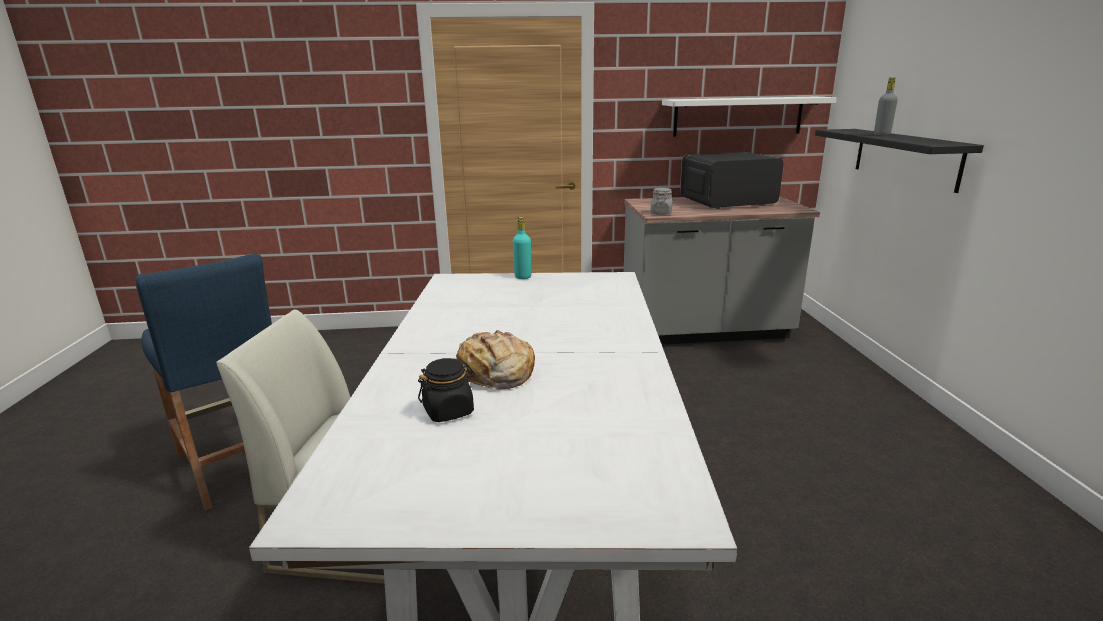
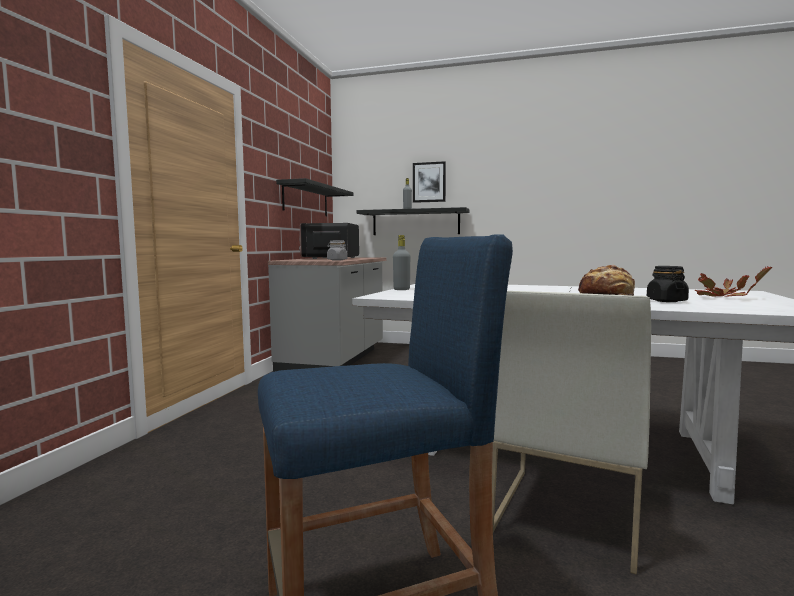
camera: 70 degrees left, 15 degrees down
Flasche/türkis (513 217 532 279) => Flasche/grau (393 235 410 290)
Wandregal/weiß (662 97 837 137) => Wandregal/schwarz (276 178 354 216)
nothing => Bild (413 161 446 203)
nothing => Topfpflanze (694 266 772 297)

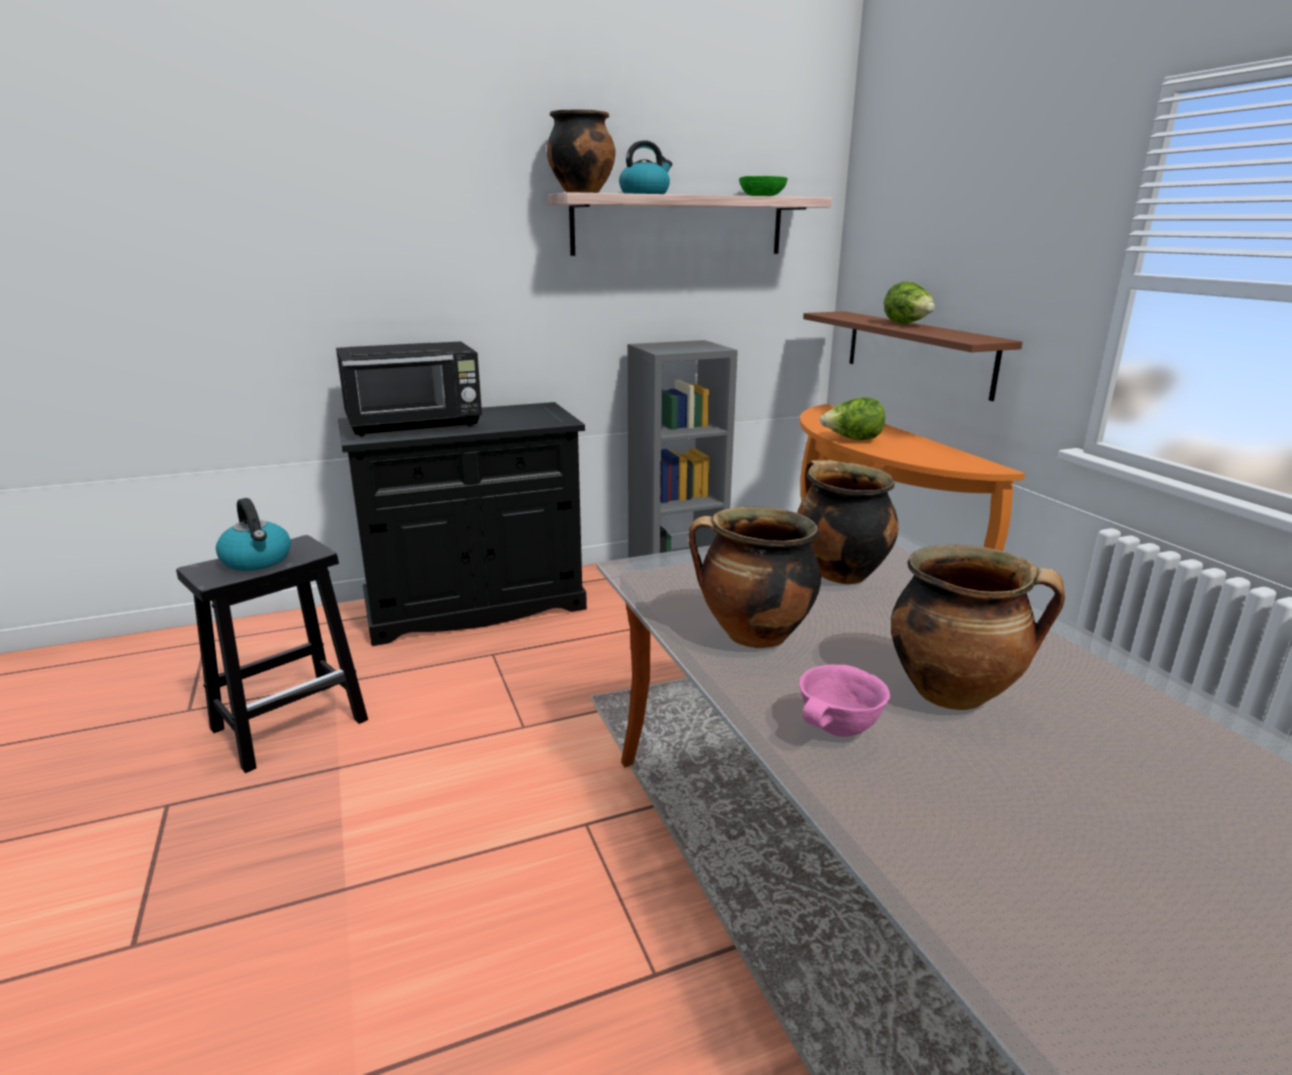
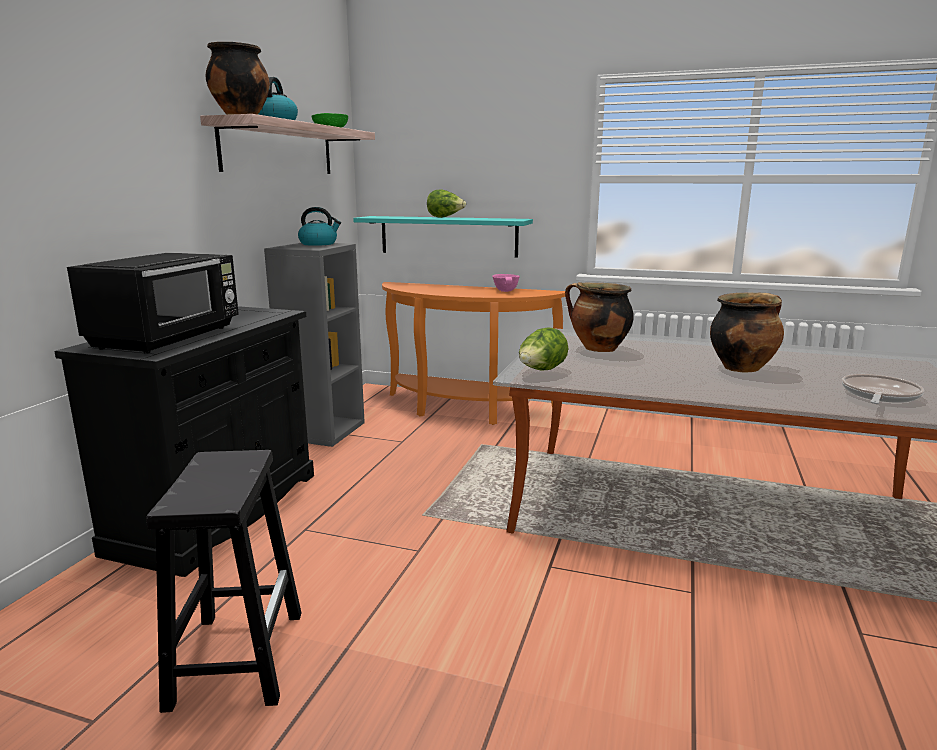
camera: 50 degrees left, 5 degrees down
Wasserkessel (216 498 291 571) => Wasserkessel (298 207 341 246), moved
Kochtopf (688 507 821 648) => nothing
Schüssel/rosa (799 664 890 737) => Schüssel/rosa (492 274 520 292), moved
Wandregal/braun (803 311 1023 401) => Wandregal/türkis (353 216 533 258)
Salatkopf (820 397 885 440) => Salatkopf (519 327 569 371), moved
nothing => Pfanne (842 374 924 404)

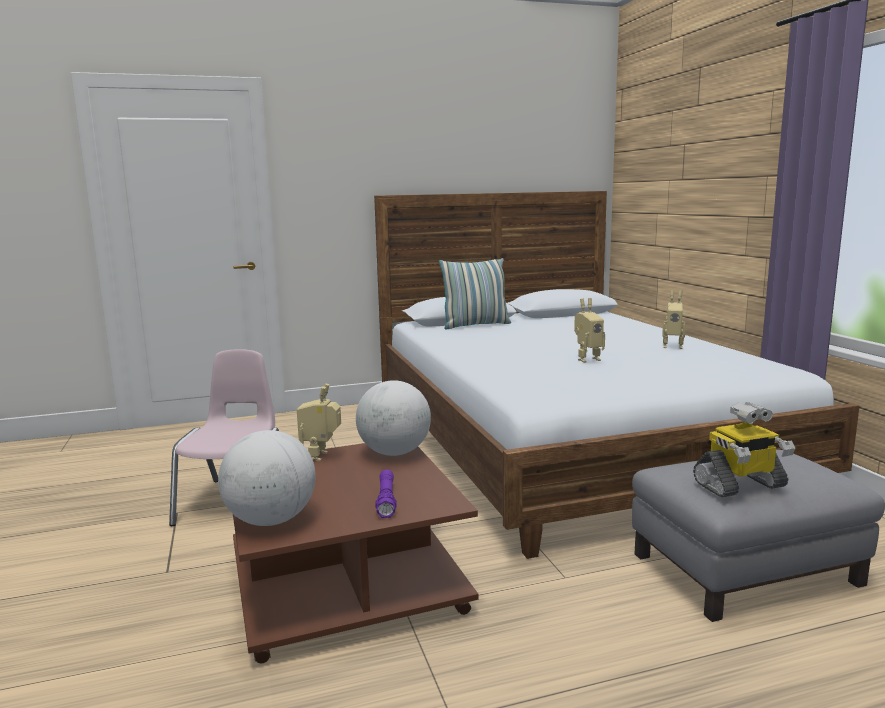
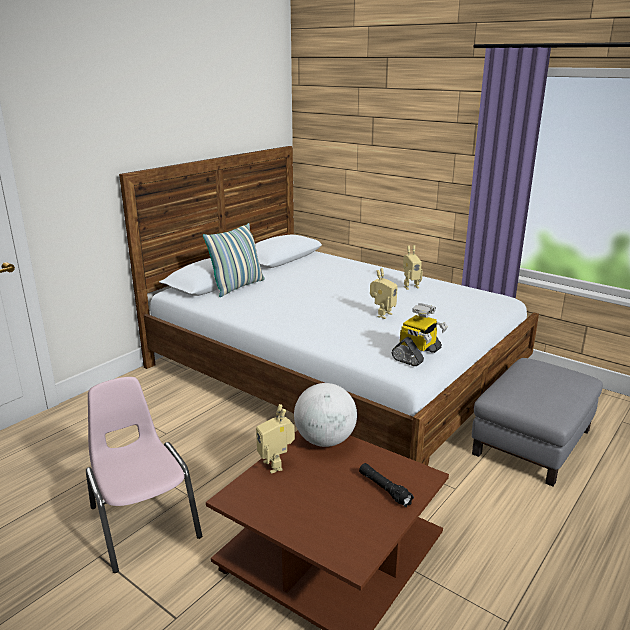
camera: 35 degrees left, 10 degrees up
Globus (218 430 316 526) => nothing
Taschenlampe/lila (375 469 397 518) => Taschenlampe/schwarz (359 463 414 507)
Spielzeugroboter (693 402 795 497) => Spielzeugroboter (392 303 448 366), moved

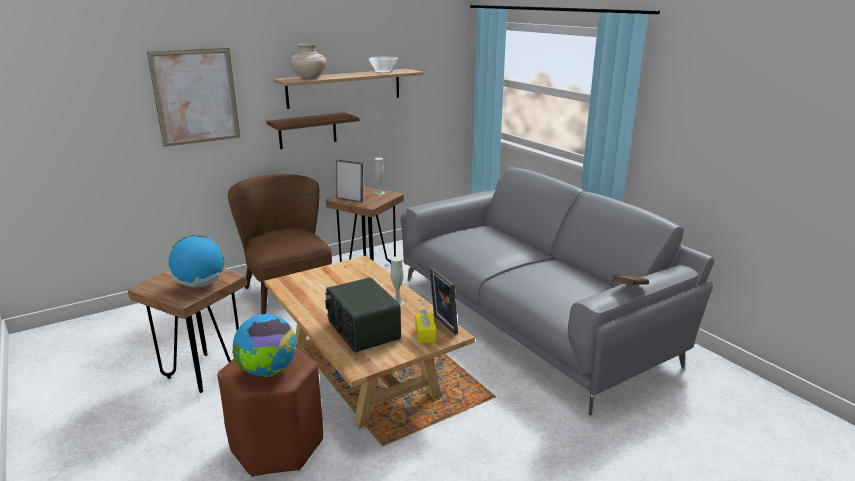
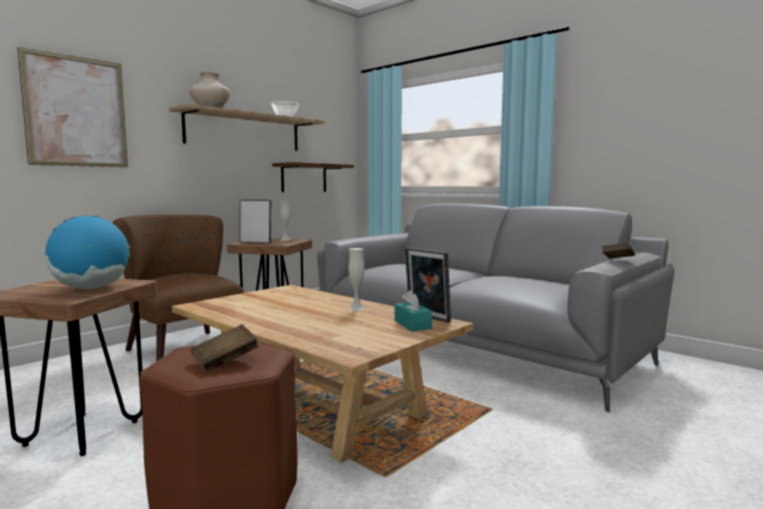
camera: 15 degrees left, 15 degrees down
Globus (232 314 296 377) => Buch/braun (191 324 259 372)
Wandregal/braun (266 112 359 149) => Wandregal/braun (272 162 354 192), moved
Radio (325 277 401 353) => nothing
Taschentuchbox/gelb (415 309 436 343) => Taschentuchbox/türkis (395 290 432 331)

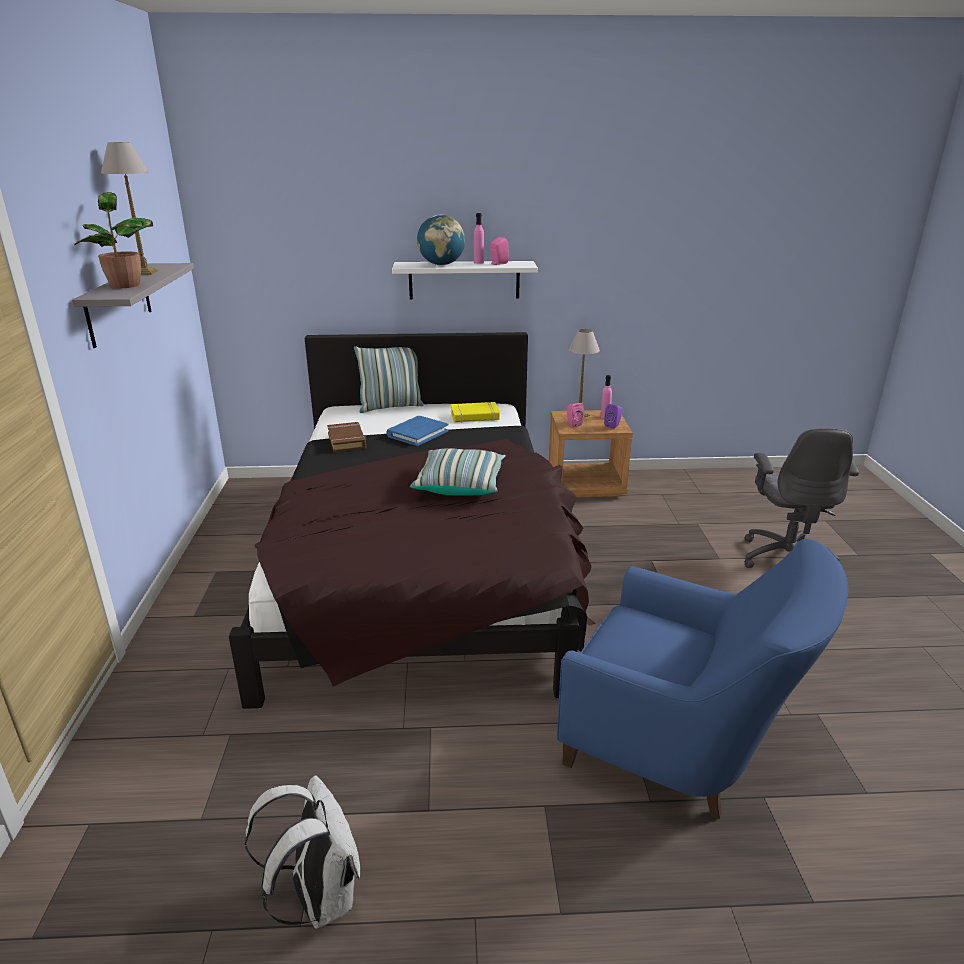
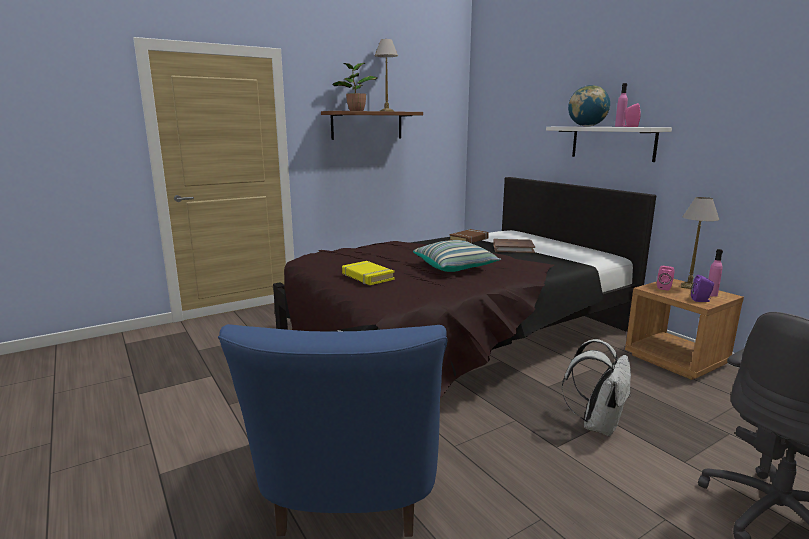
camera: 60 degrees right, 10 degrees down
Wandregal/grau (72 263 194 348) => Wandregal/braun (321 111 423 140)
Rucksack/weiß (245 775 360 929) => Rucksack/weiß (562 339 631 436), moved
Kissen (354 346 424 413) => nothing
Buch/blau (387 416 449 446) => Buch/braun (493 239 535 253)
Buch/gelb (451 402 500 423) => Buch/gelb (342 261 395 285), moved

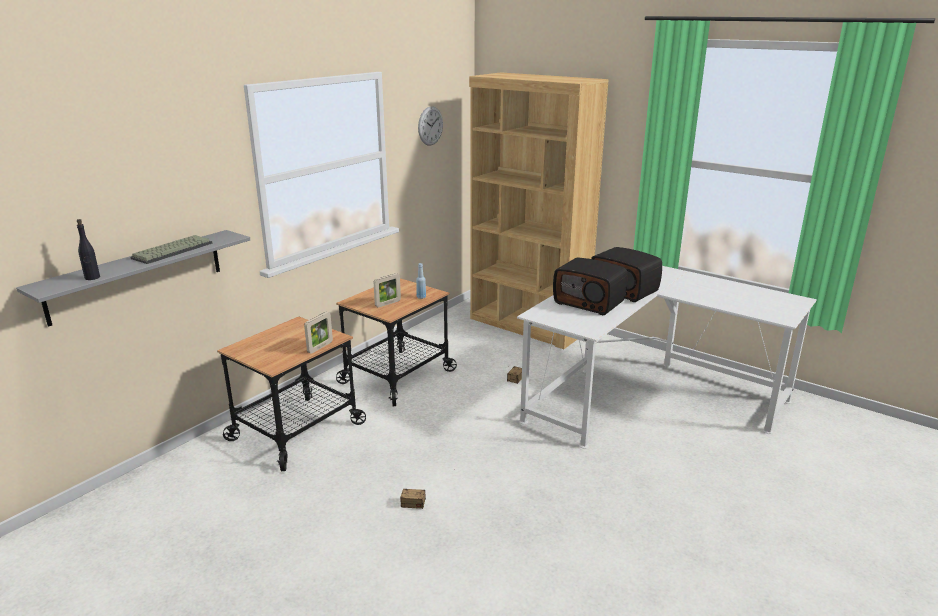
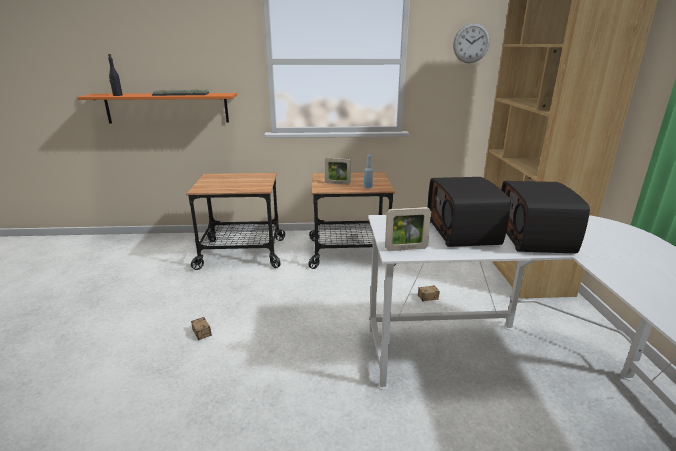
camera: 50 degrees right, 0 degrees up
Wandregal/grau (16 230 250 327) => Wandregal/orange (77 93 237 124)
Bilderrahmen (304 312 333 354) => Bilderrahmen (385 207 431 251), moved

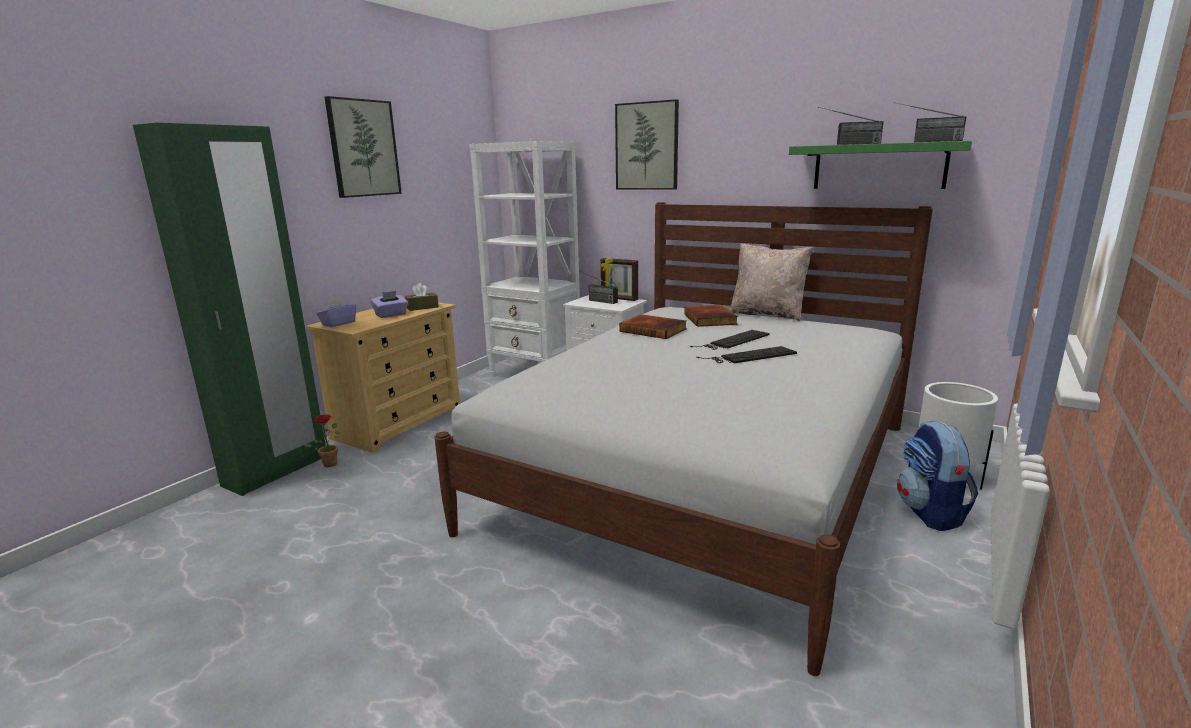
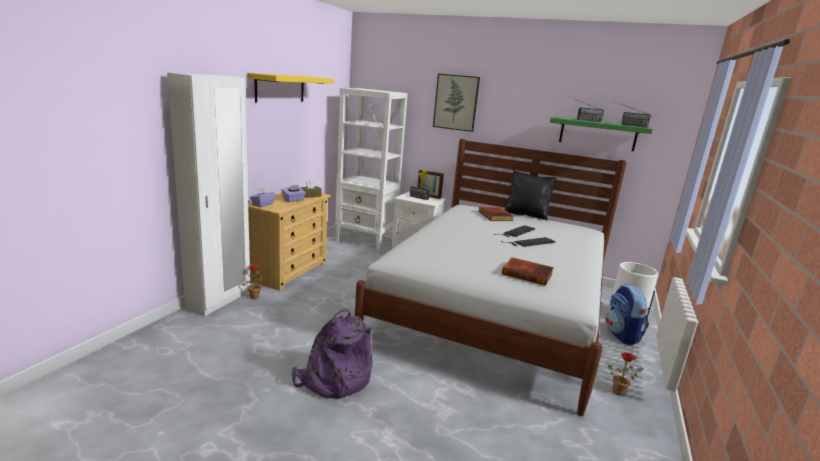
camera: 10 degrees left, 0 degrees up
Kleiderschrank/grün (133 123 326 496) => Kleiderschrank/weiß (167 73 250 316)
Bild (325 96 402 198) => Wandregal/gelb (247 73 334 103)
Buch (619 314 687 339) => Buch (502 257 554 286), moved
Kissen/beige (729 243 813 321) => Kissen/schwarz (504 170 557 221)
nothing => Rucksack/lila (292 308 373 399)
nothing => Topfpflanze (608 352 644 396)

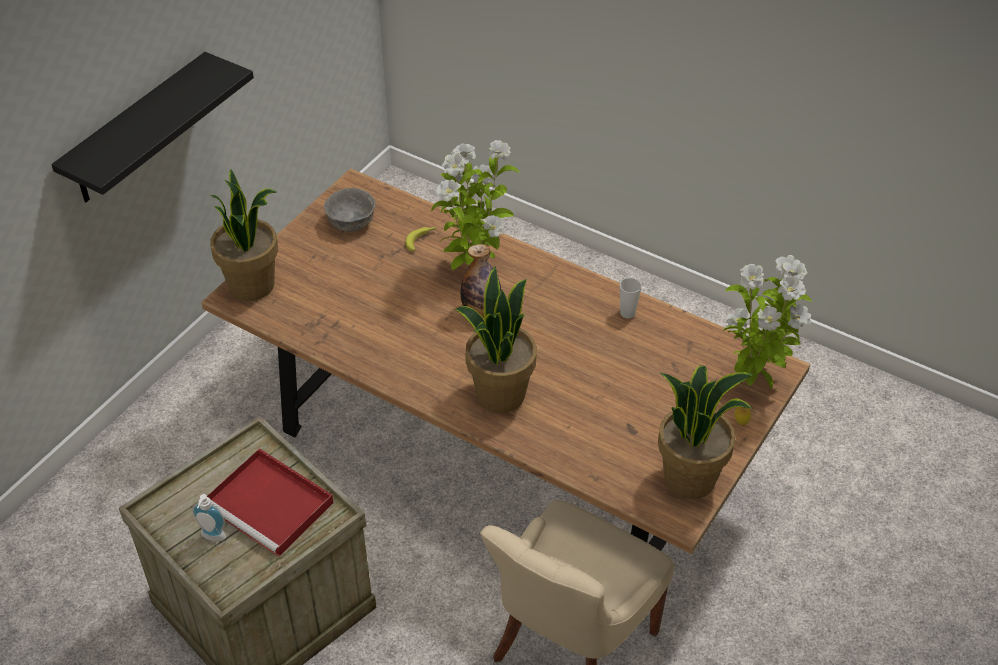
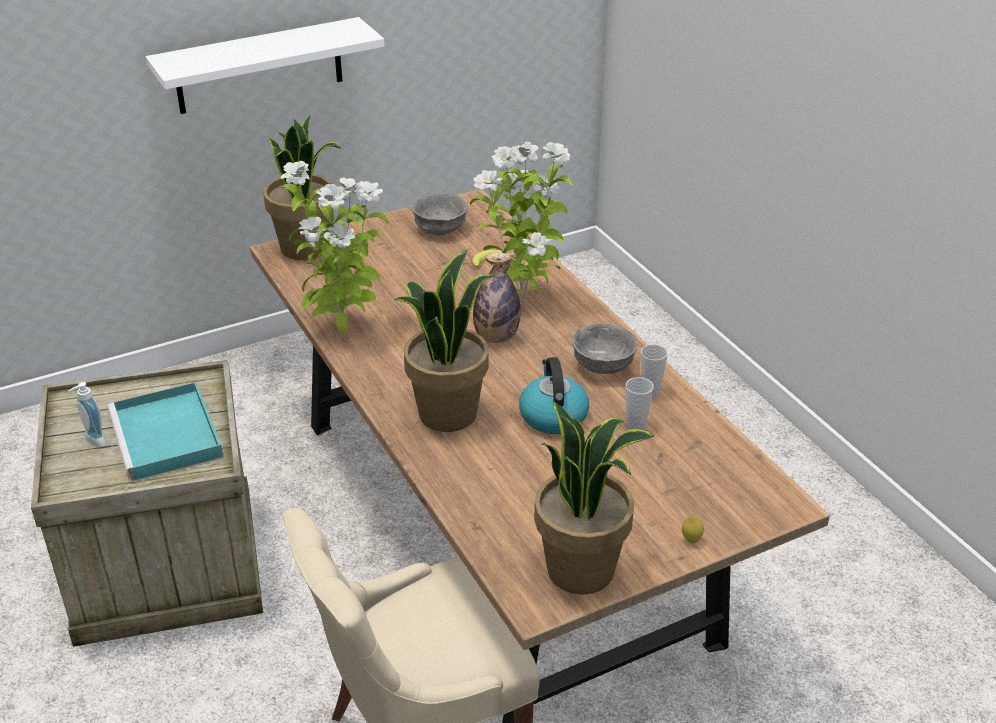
camera: 30 degrees right, 10 degrees down
Wandregal/schwarz (51 52 254 202) => Wandregal/weiß (146 17 385 114)
Tablett/rot (207 448 333 557) => Tablett/türkis (108 382 223 481)
Topfpflanze (723 255 812 390) => Topfpflanze (281 161 389 334), moved
nothing => Wasserkessel (519 357 589 434)
nothing => Schüssel/grau (572 323 638 374)
nothing => Tasse (626 377 654 430)

